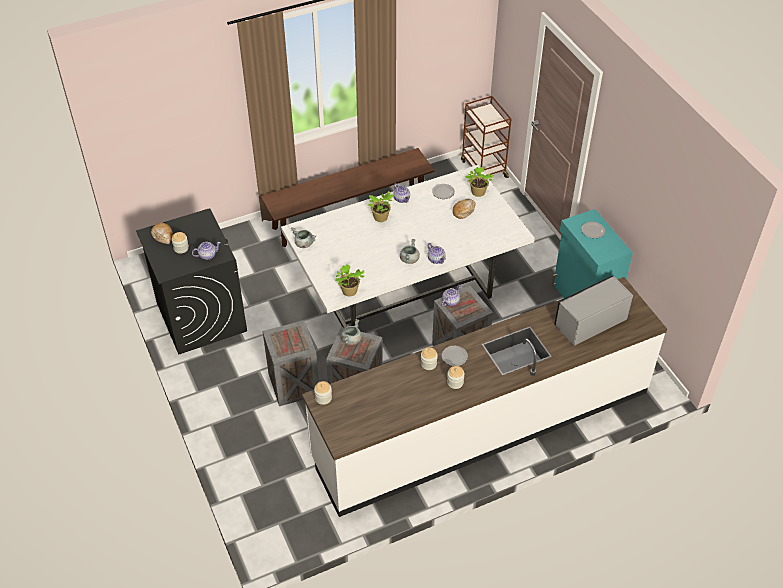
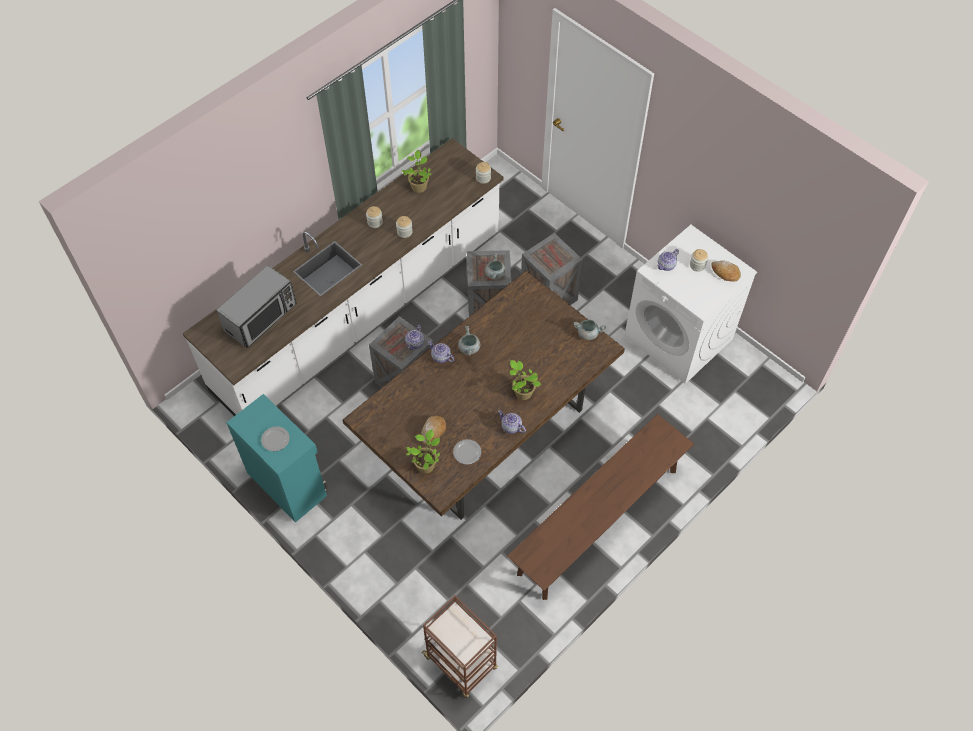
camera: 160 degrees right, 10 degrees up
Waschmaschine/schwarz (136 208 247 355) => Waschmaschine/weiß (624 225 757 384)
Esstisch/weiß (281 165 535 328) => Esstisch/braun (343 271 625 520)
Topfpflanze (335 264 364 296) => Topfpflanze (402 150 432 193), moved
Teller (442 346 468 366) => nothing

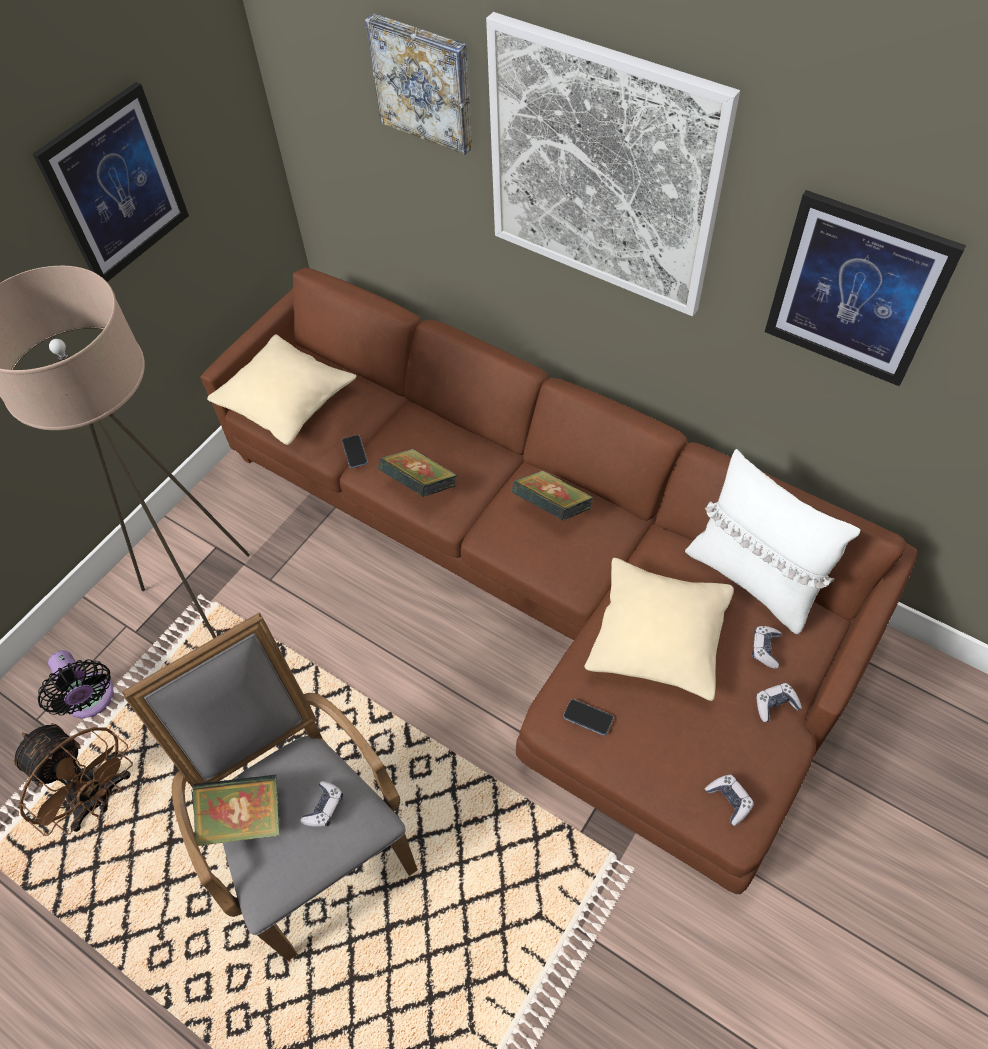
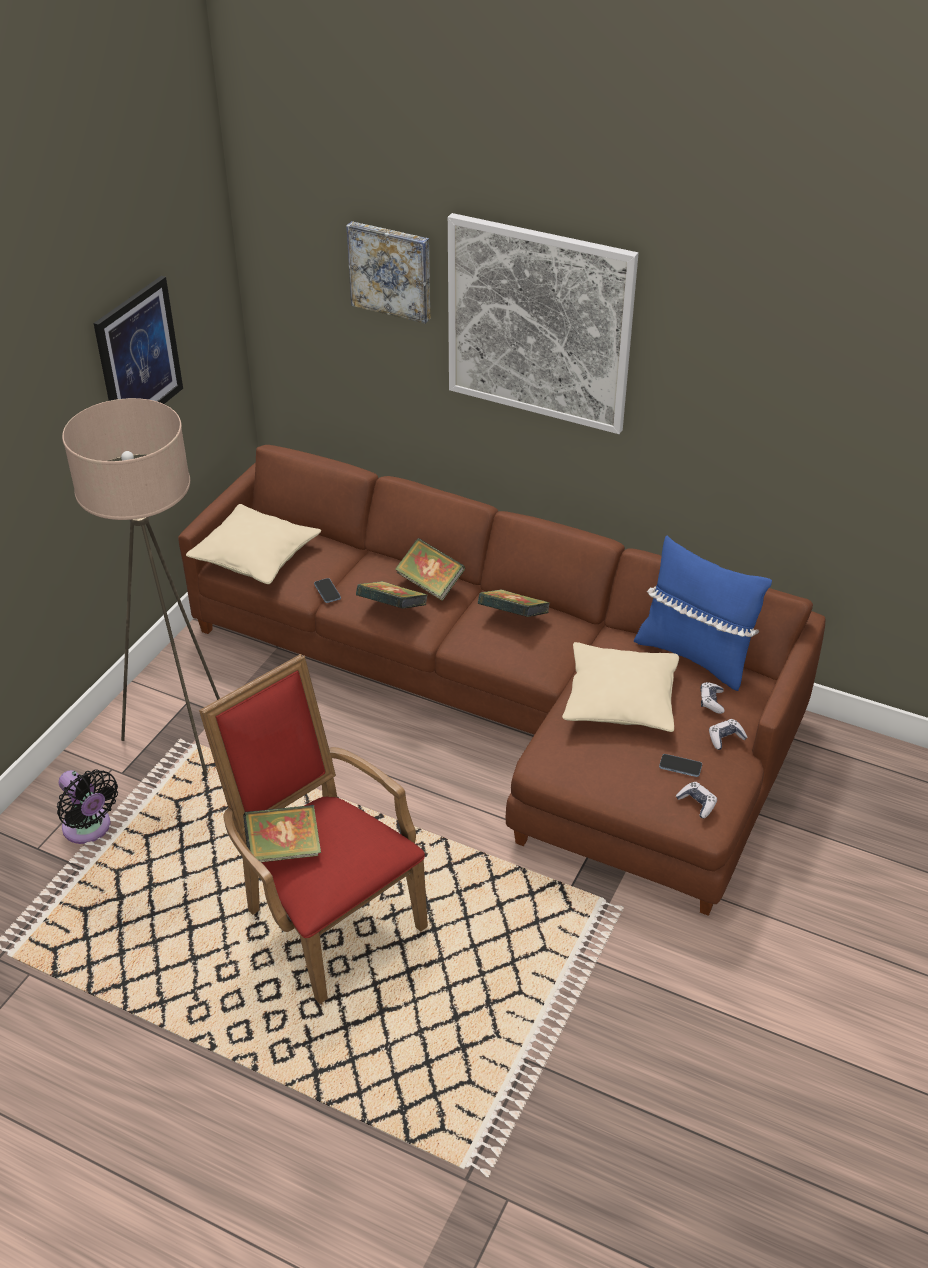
camera: 10 degrees left, 15 degrees down
Ventilator/braun (13 723 133 836) => nothing
Sessel/grau (122 612 418 961) => Sessel/rot (199 654 428 1004)
Gamepad (301 781 343 827) => nothing
Handy (563 699 613 735) => Handy (659 754 702 777), moved
Kissen/weiß (685 449 860 635) => Kissen/blau (634 536 772 691)
Bild (765 190 966 386) => nothing
nothing => Buch (395 538 465 601)

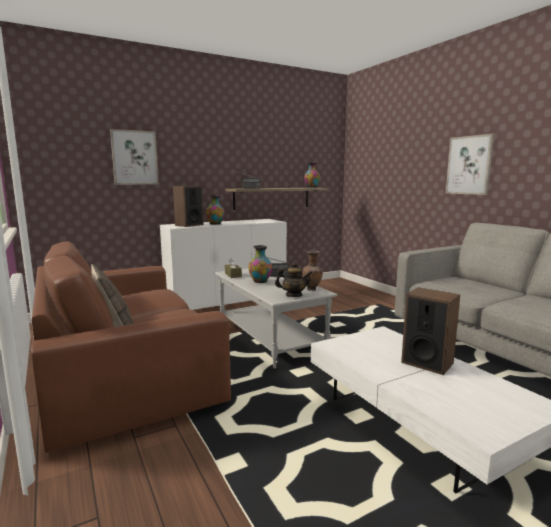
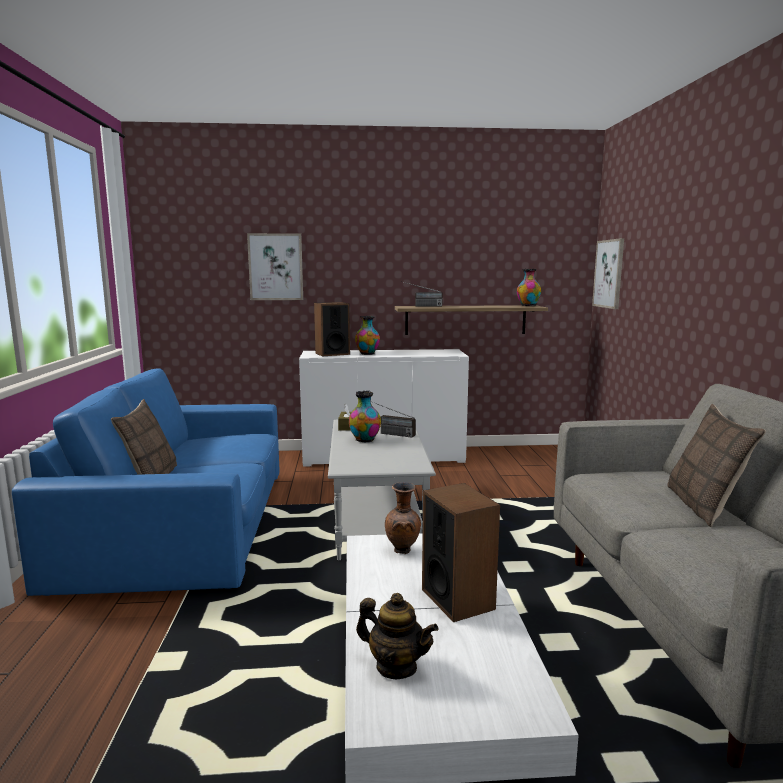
camera: 25 degrees right, 0 degrees up
Sofa/braun (31 241 231 453) => Sofa/blau (12 368 280 596)
Teekanne (275 262 313 297) => Teekanne (356 593 438 679), moved
Vase/braun (302 250 323 290) => Vase/braun (385 482 421 554), moved
Bild (446 134 494 195) => Bild (592 238 624 309), moved
nothing => Kissen (667 404 766 527)

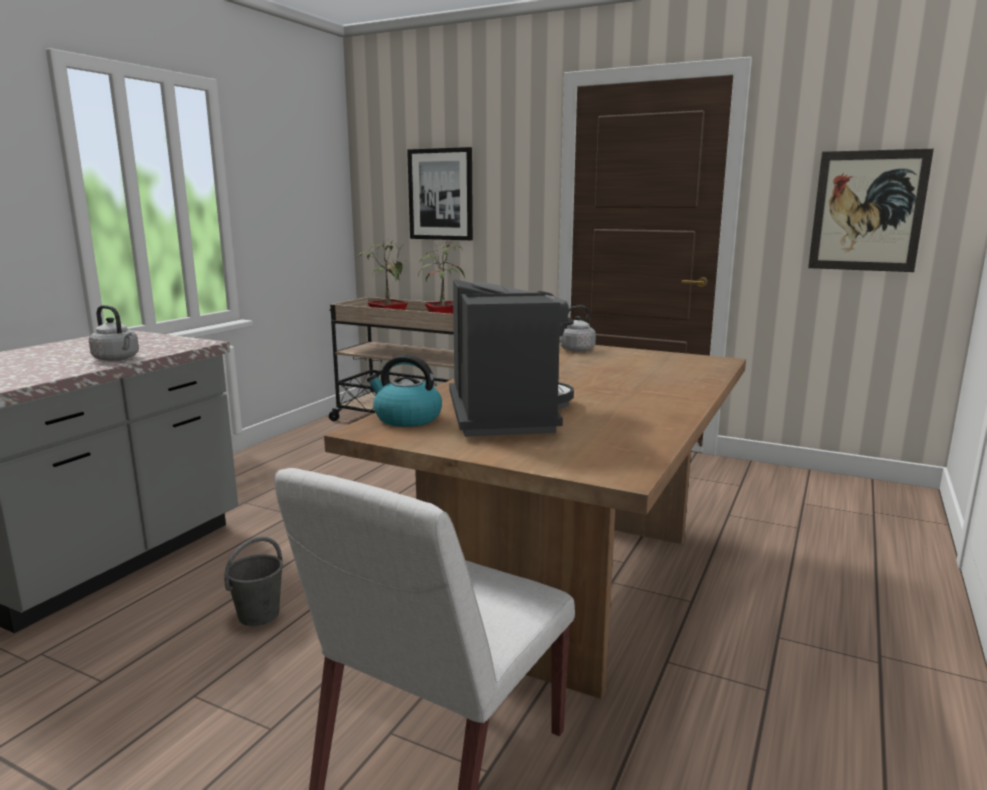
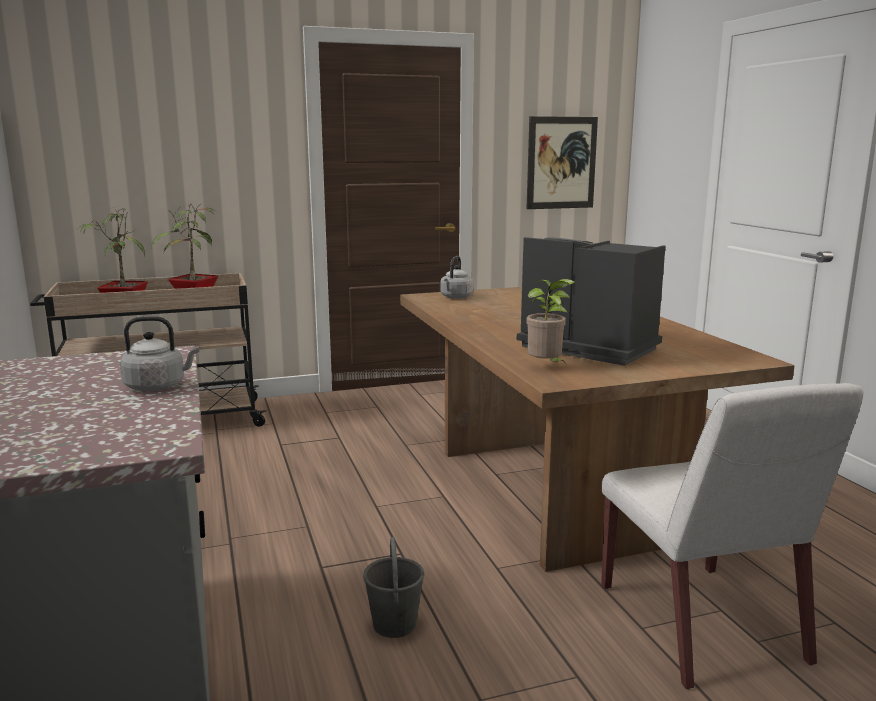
camera: 45 degrees left, 0 degrees up
Wasserkessel (367 355 442 427) => Topfpflanze (526 279 574 362)
Bild (407 147 473 240) => nothing

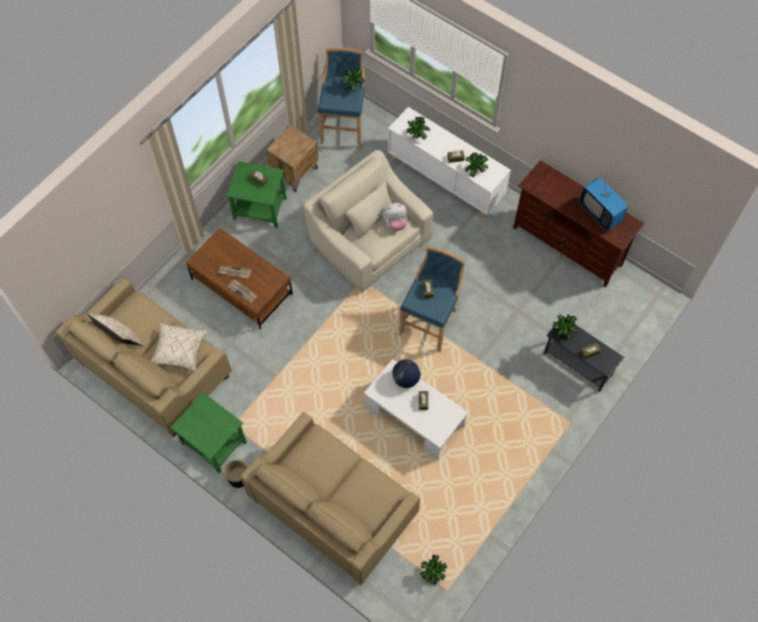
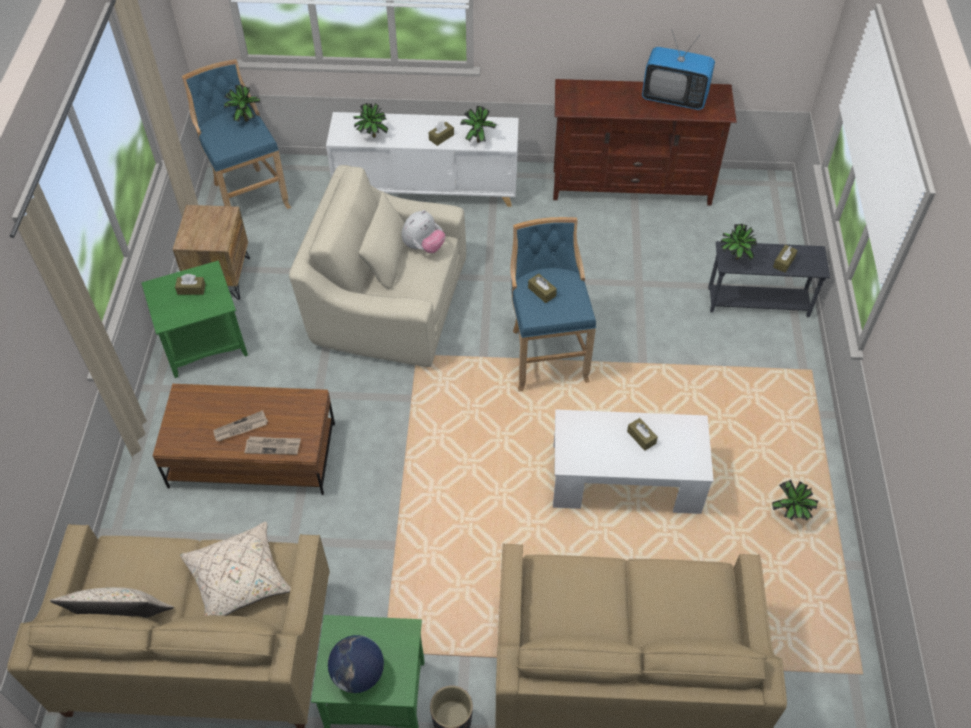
camera: 35 degrees left, 10 degrees down
Globus (392 360 421 388) => Globus (328 635 384 693), moved
Topfpflanze (420 555 447 584) => Topfpflanze (772 480 819 521), moved

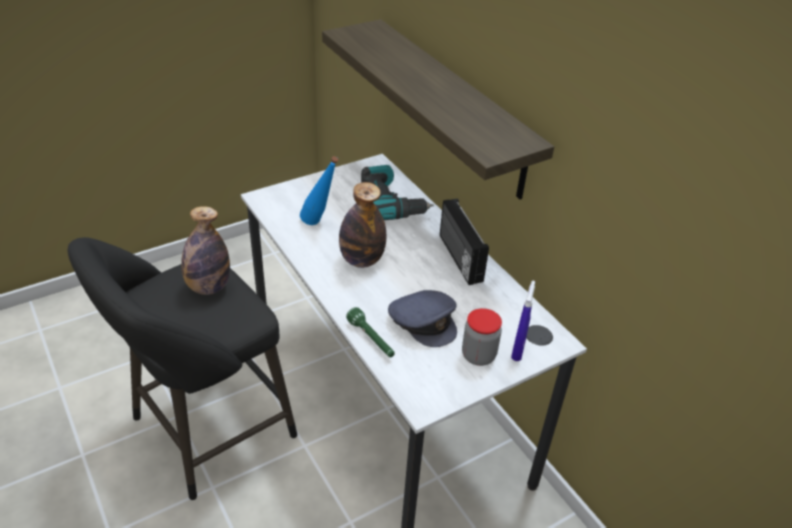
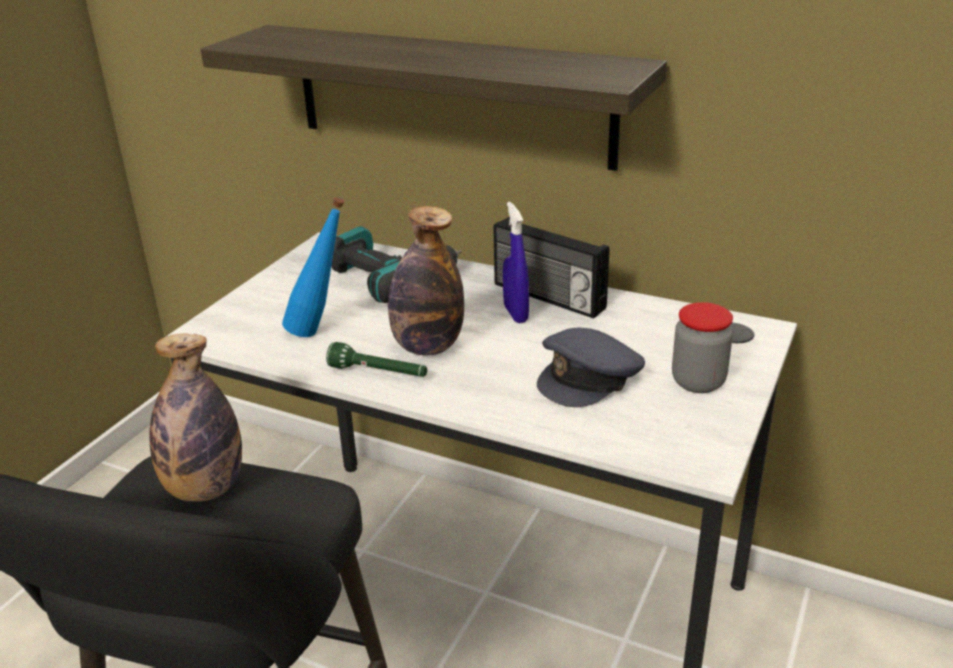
camera: 30 degrees left, 10 degrees down
Taschenlampe/grün (346 307 395 357) => Taschenlampe/grün (326 342 427 377), moved
Kappe/grau (388 290 457 347) => Kappe/grau (537 328 645 407), 120 degrees clockwise
Sprühflasche/blau (511 281 535 361) => Sprühflasche/blau (503 202 529 323), moved

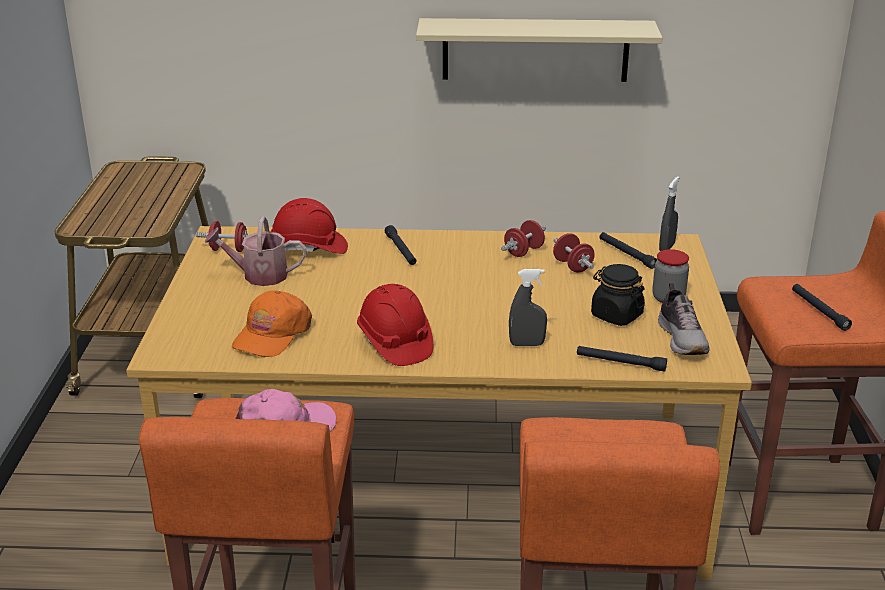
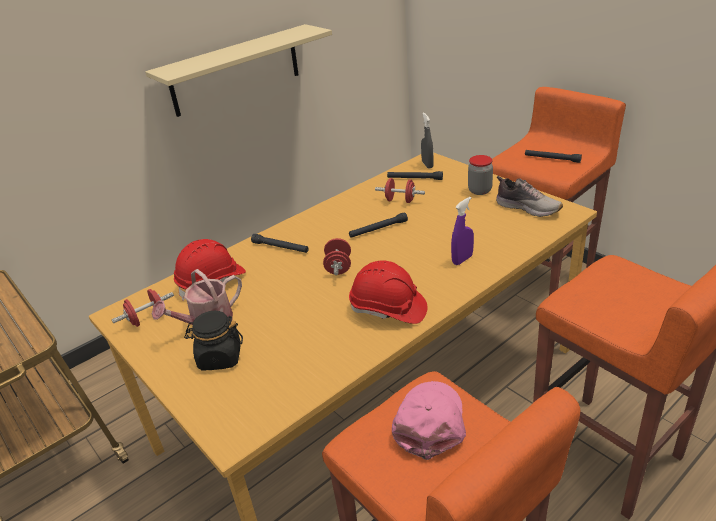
camera: 40 degrees left, 5 degrees up
Kappe/orange (232 290 312 357) => nothing
Hantel/rot (501 220 546 257) => Hantel/rot (323 238 351 275), moved
Sprühflasche/grau (509 269 547 346) => Sprühflasche/lila (451 197 474 265)
Taschenlampe/schwarz (577 346 667 372) => Taschenlampe/schwarz (349 212 408 238), moved
Vorratsglas/schwarz (591 264 645 326) => Vorratsglas/schwarz (184 311 243 371), moved

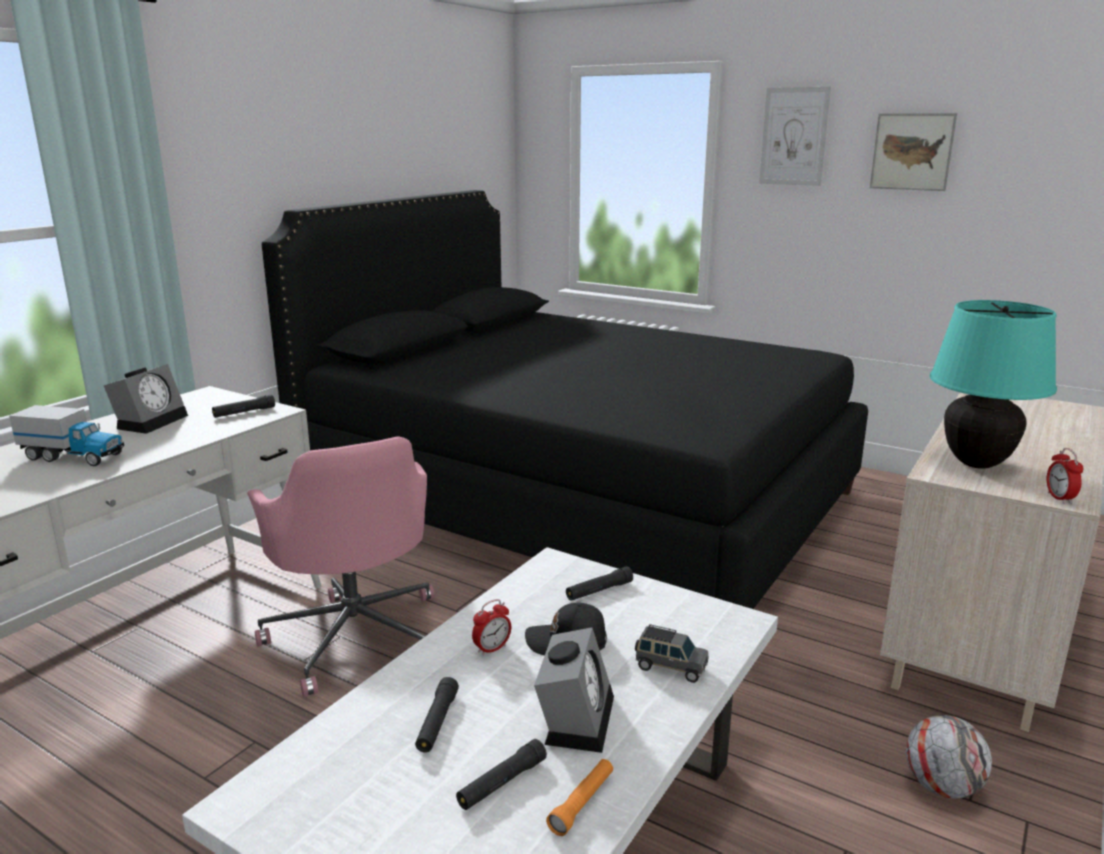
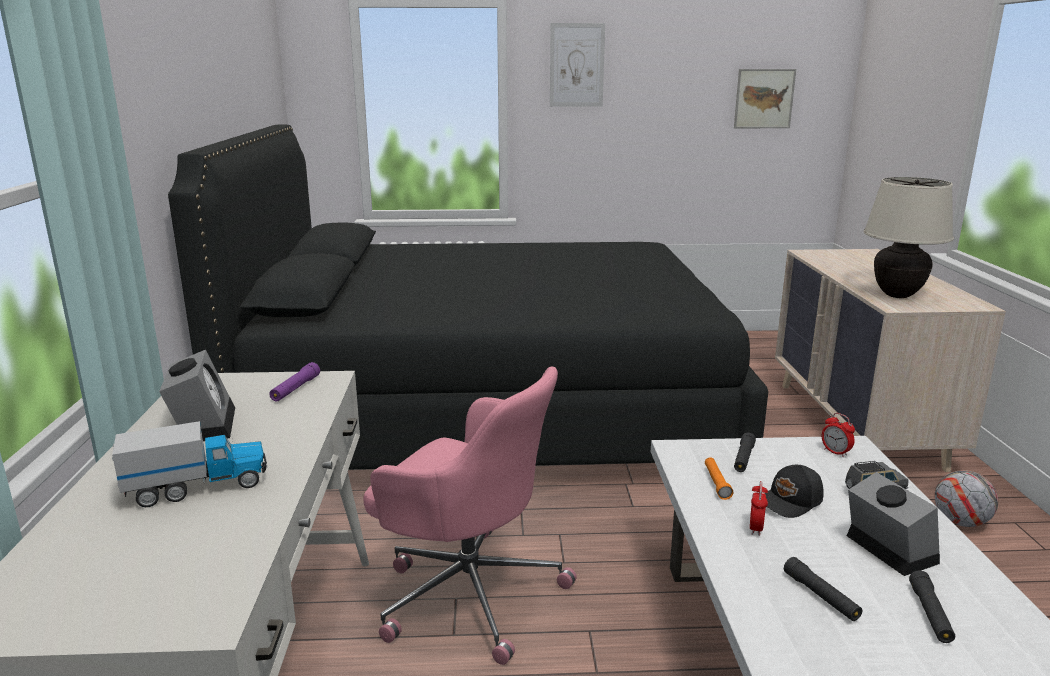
camera: 35 degrees left, 0 degrees up
Taschenlampe/schwarz (212 394 275 418) => Taschenlampe/lila (269 362 320 402)
Taschenlampe/orange (546 759 613 836) => Taschenlampe/orange (705 457 733 500), moved
Bild (870 113 957 191) => Bild (734 69 796 128), moved
Tischlampe/türkis (930 300 1057 469) => Tischlampe/beige (864 177 954 298)
Wecker (1047 448 1084 504) => Wecker (822 413 855 457), moved

